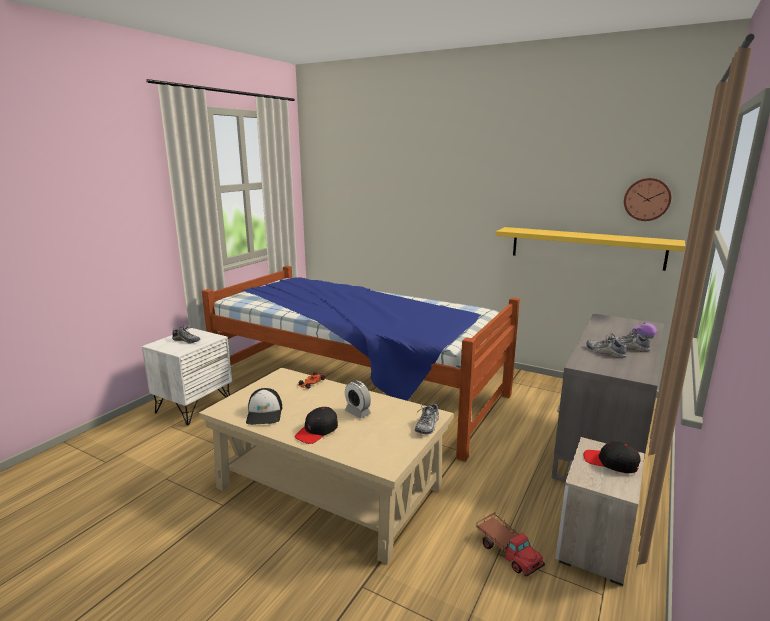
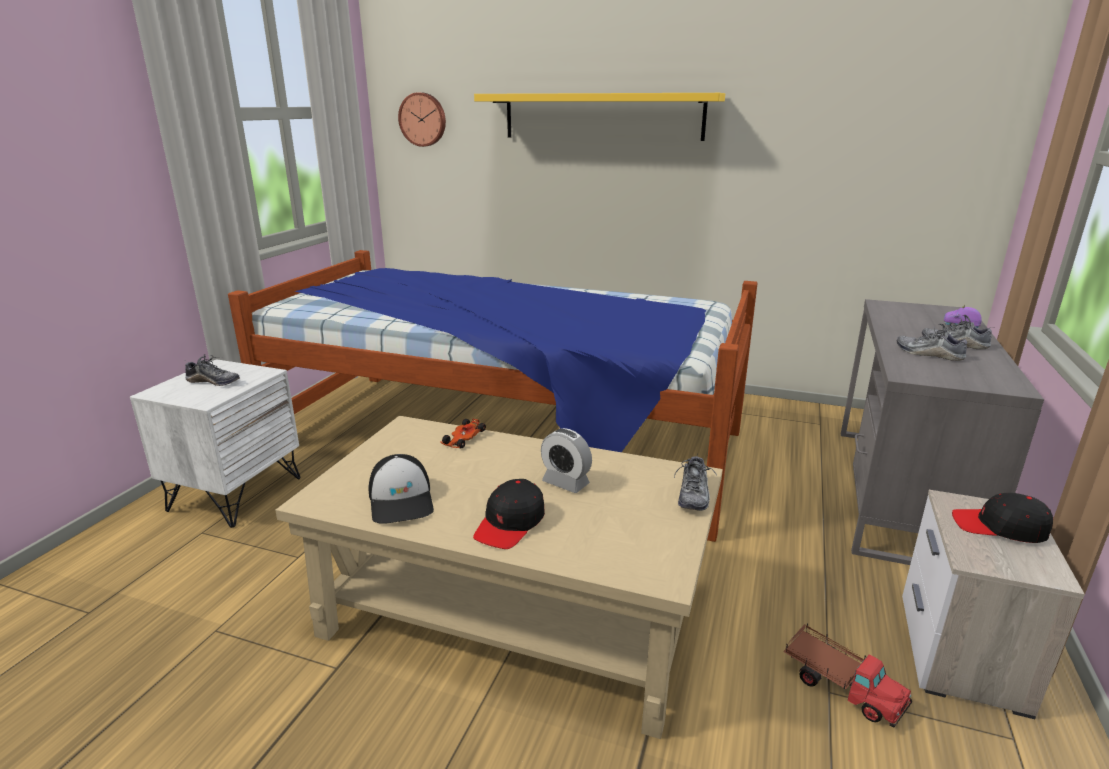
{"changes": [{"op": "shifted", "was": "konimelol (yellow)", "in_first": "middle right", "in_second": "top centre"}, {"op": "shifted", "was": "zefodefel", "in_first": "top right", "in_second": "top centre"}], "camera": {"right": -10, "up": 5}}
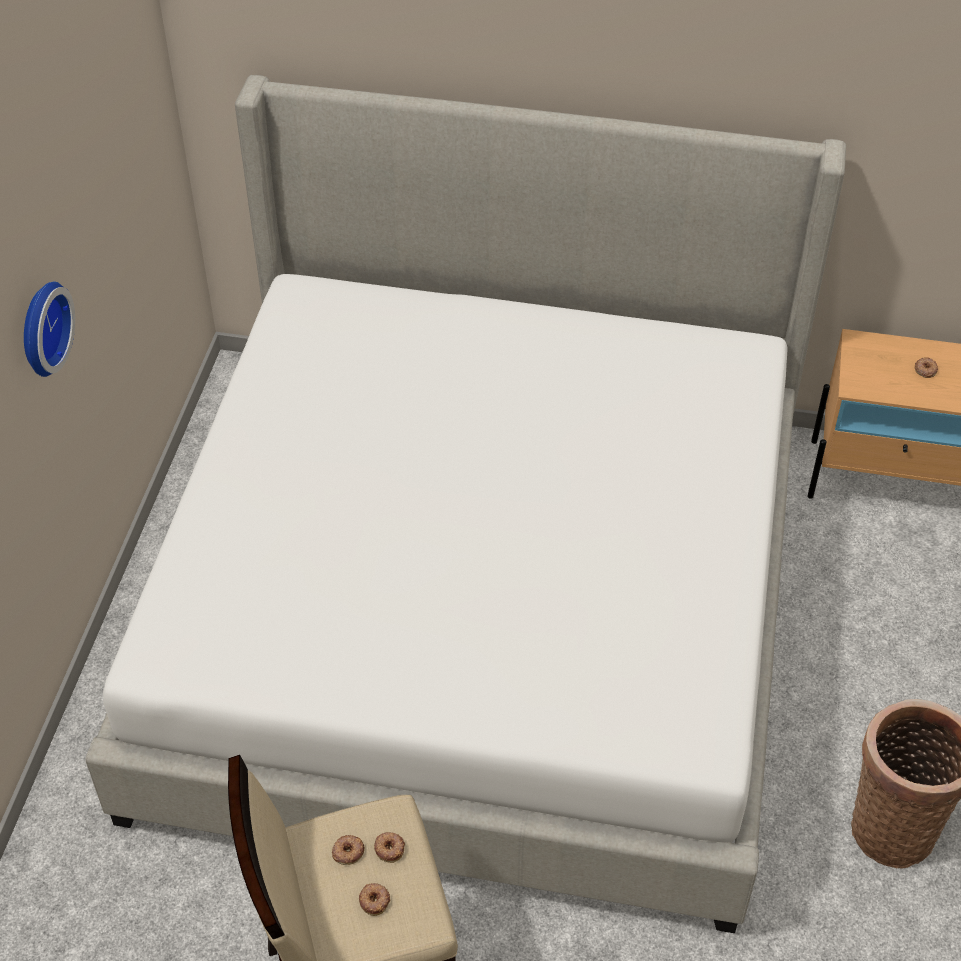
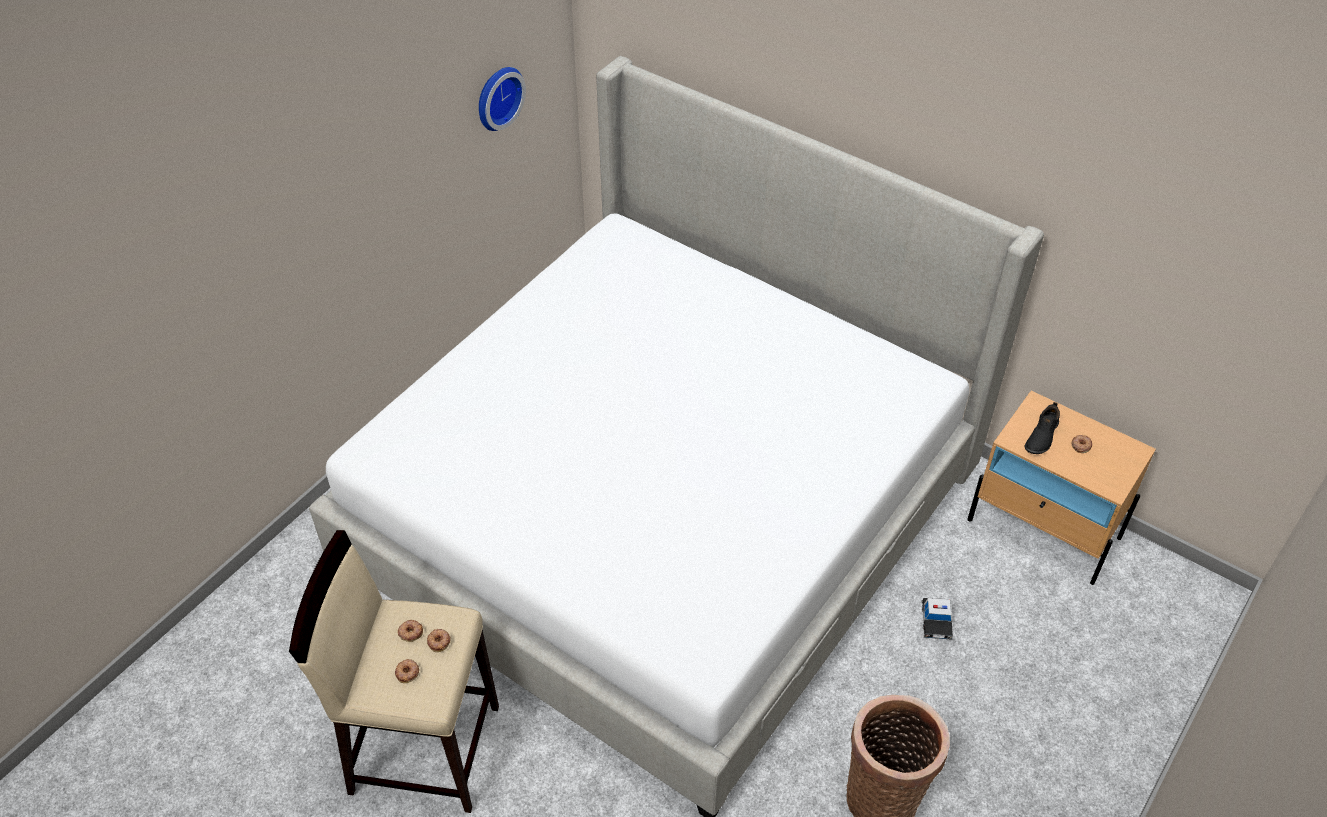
{"changes": [{"op": "new", "now": "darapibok", "in_second": "bottom right"}, {"op": "new", "now": "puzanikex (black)", "in_second": "middle right"}, {"op": "shifted", "was": "zefodefel", "in_first": "middle left", "in_second": "top centre"}], "camera": {"right": 25, "up": 0}}
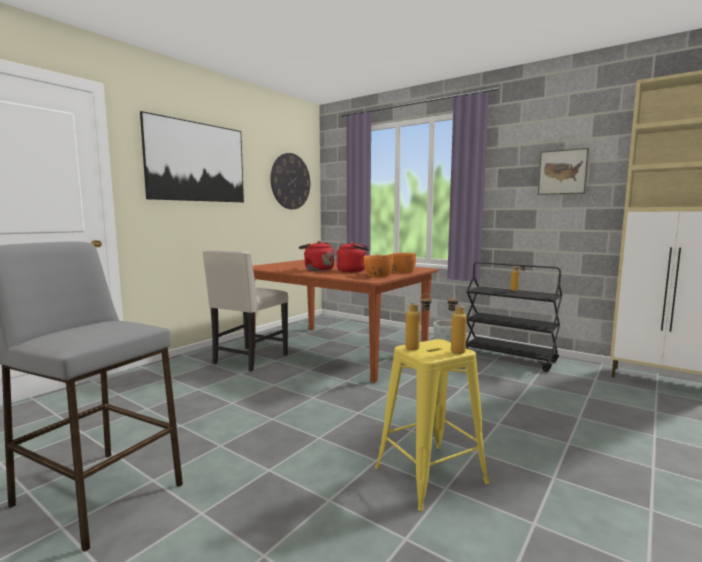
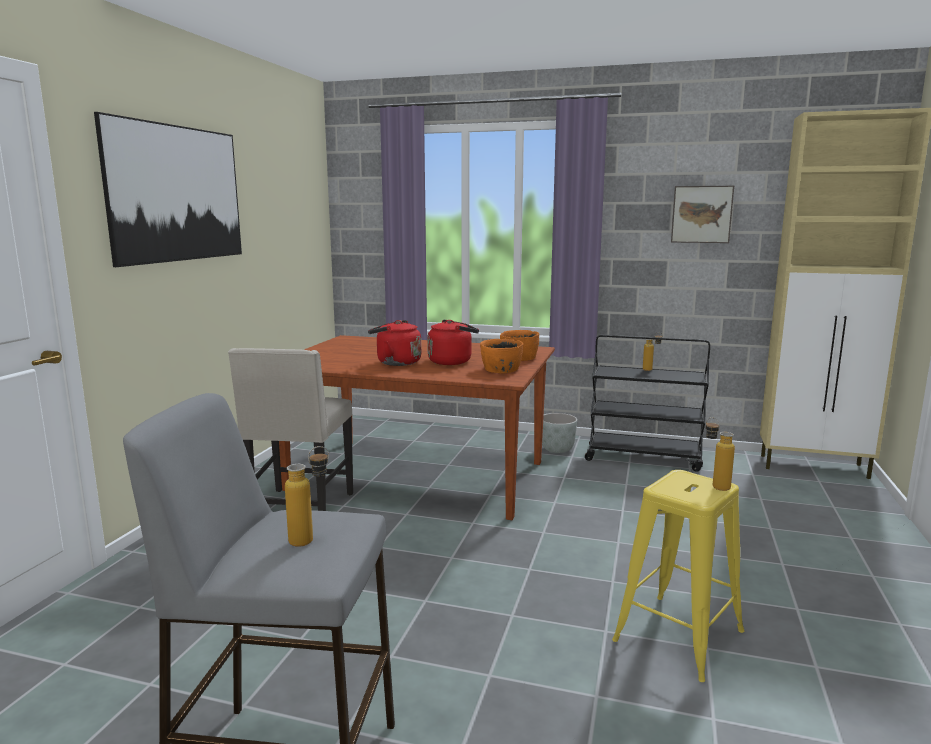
{"changes": [{"op": "gone", "was": "zefodefel", "in_first": "top centre"}, {"op": "shifted", "was": "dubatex (no. 1 from left)", "in_first": "centre", "in_second": "bottom left"}], "camera": {"right": -20, "up": 5}}
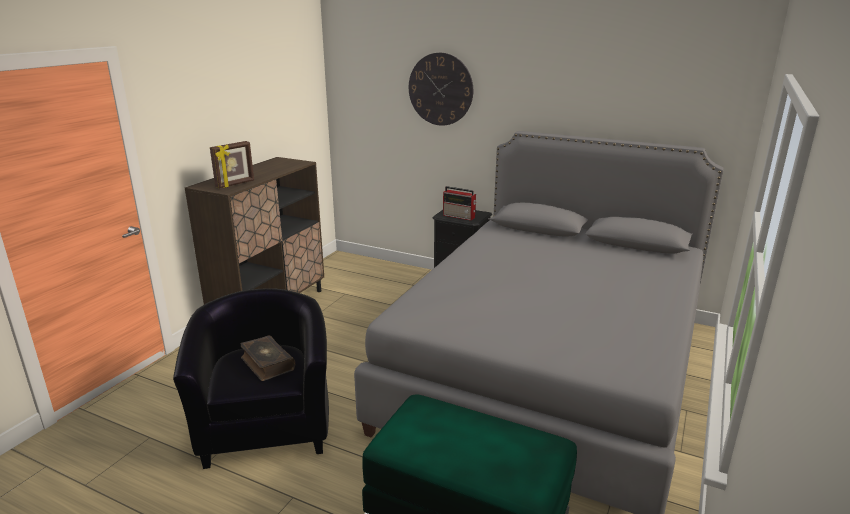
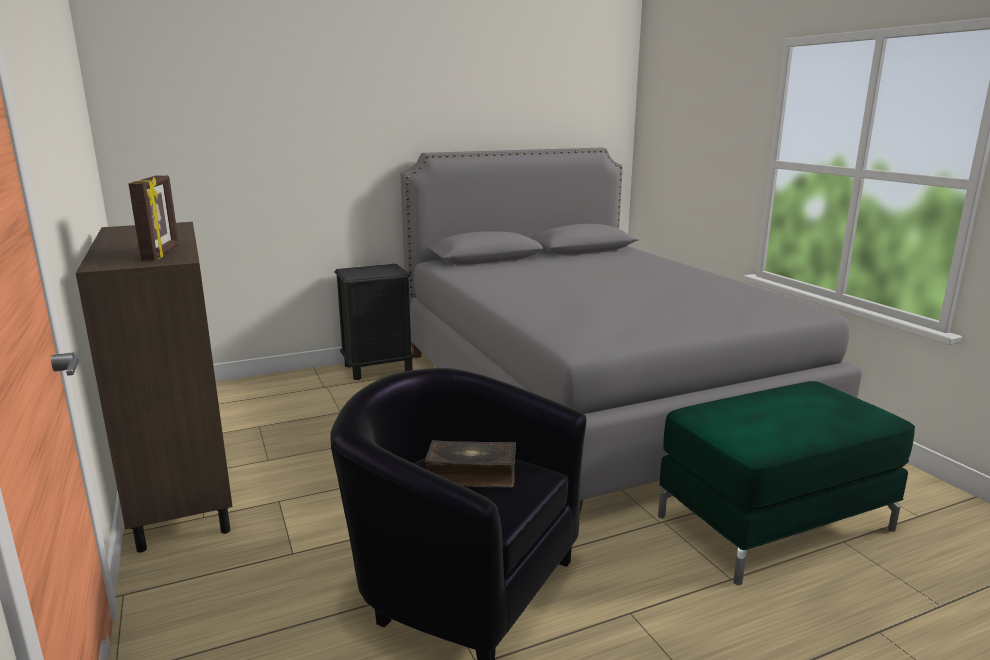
{"changes": [{"op": "gone", "was": "zefodefel", "in_first": "top centre"}, {"op": "gone", "was": "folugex", "in_first": "centre"}], "camera": {"right": -50, "up": -5}}
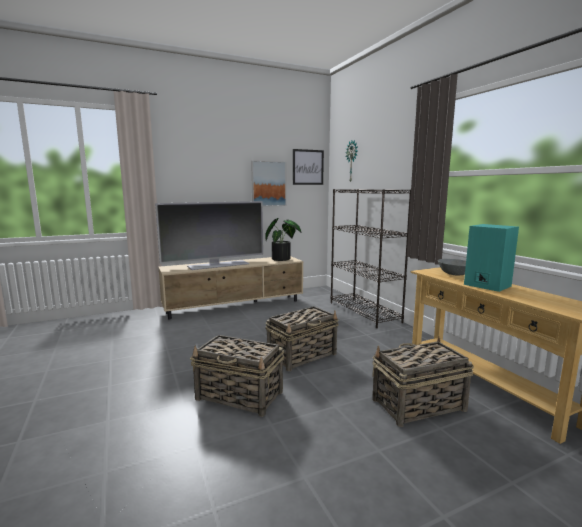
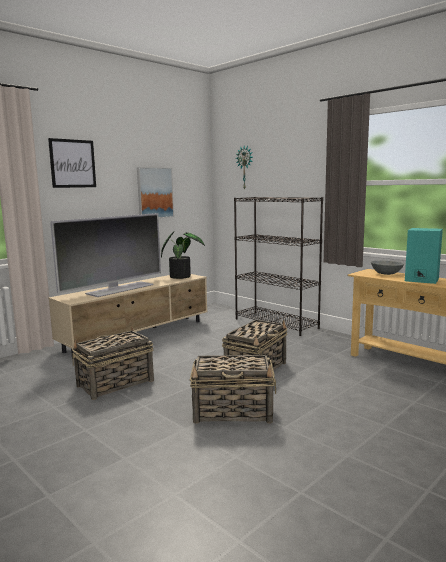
{"changes": [{"op": "shifted", "was": "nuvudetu (no. 2 from left in the first image)", "now": "nuvudetu (no. 1 from left)", "in_first": "top centre", "in_second": "top left"}, {"op": "shifted", "was": "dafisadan (no. 3 from left in the first image)", "now": "dafisadan (no. 1 from left)", "in_first": "bottom right", "in_second": "middle left"}], "camera": {"right": -20, "up": 0}}
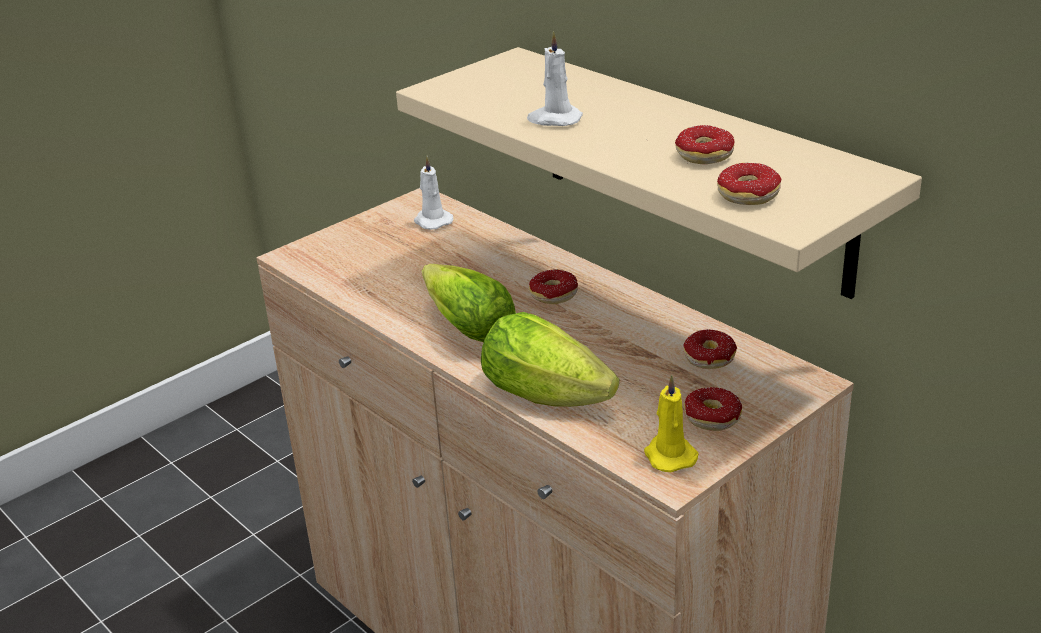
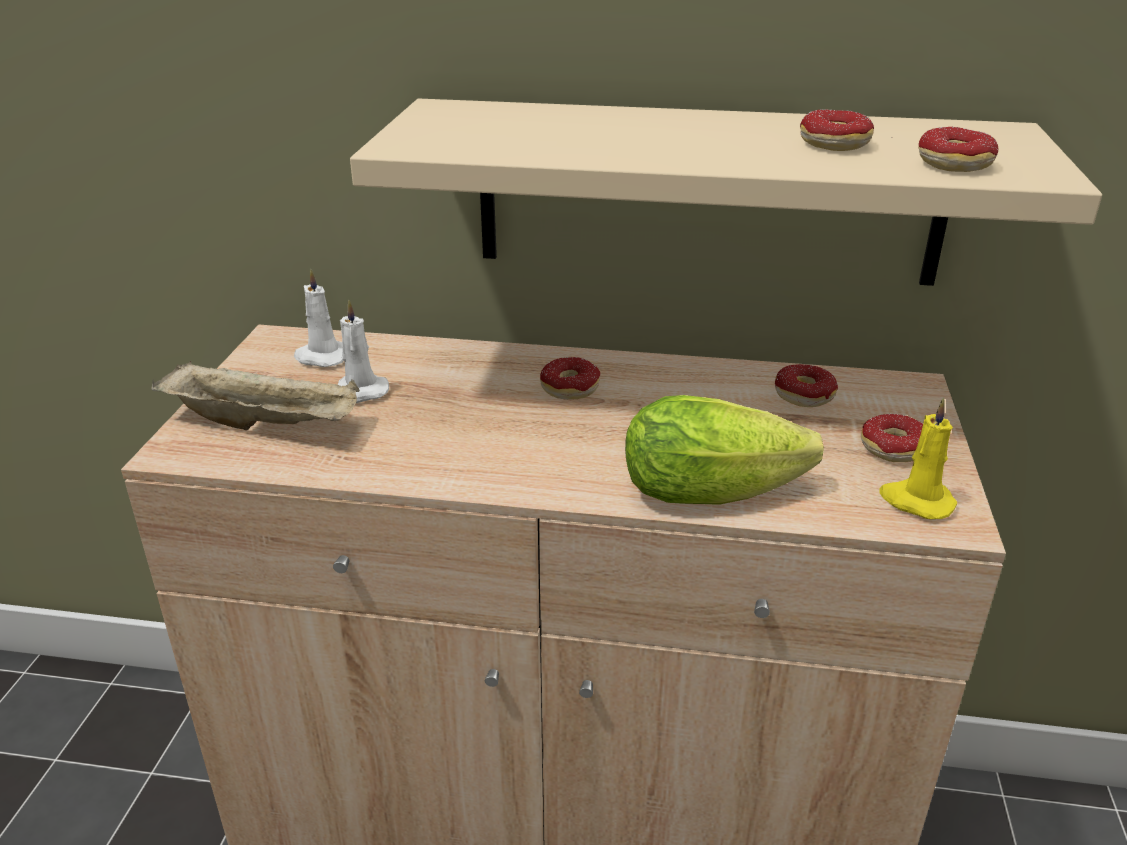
{"changes": [{"op": "gone", "was": "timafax (no. 1 from left)", "in_first": "centre"}, {"op": "new", "now": "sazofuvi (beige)", "in_second": "middle left"}, {"op": "shifted", "was": "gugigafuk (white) (no. 2 from left)", "in_first": "top centre", "in_second": "middle left"}], "camera": {"right": -40, "up": 0}}
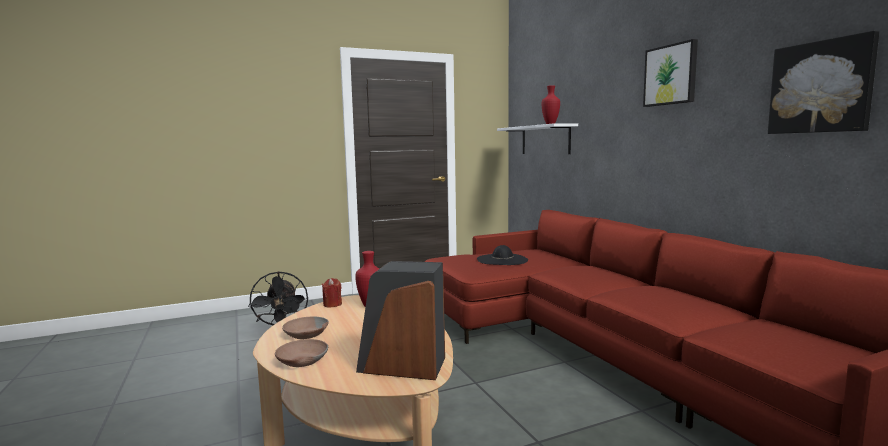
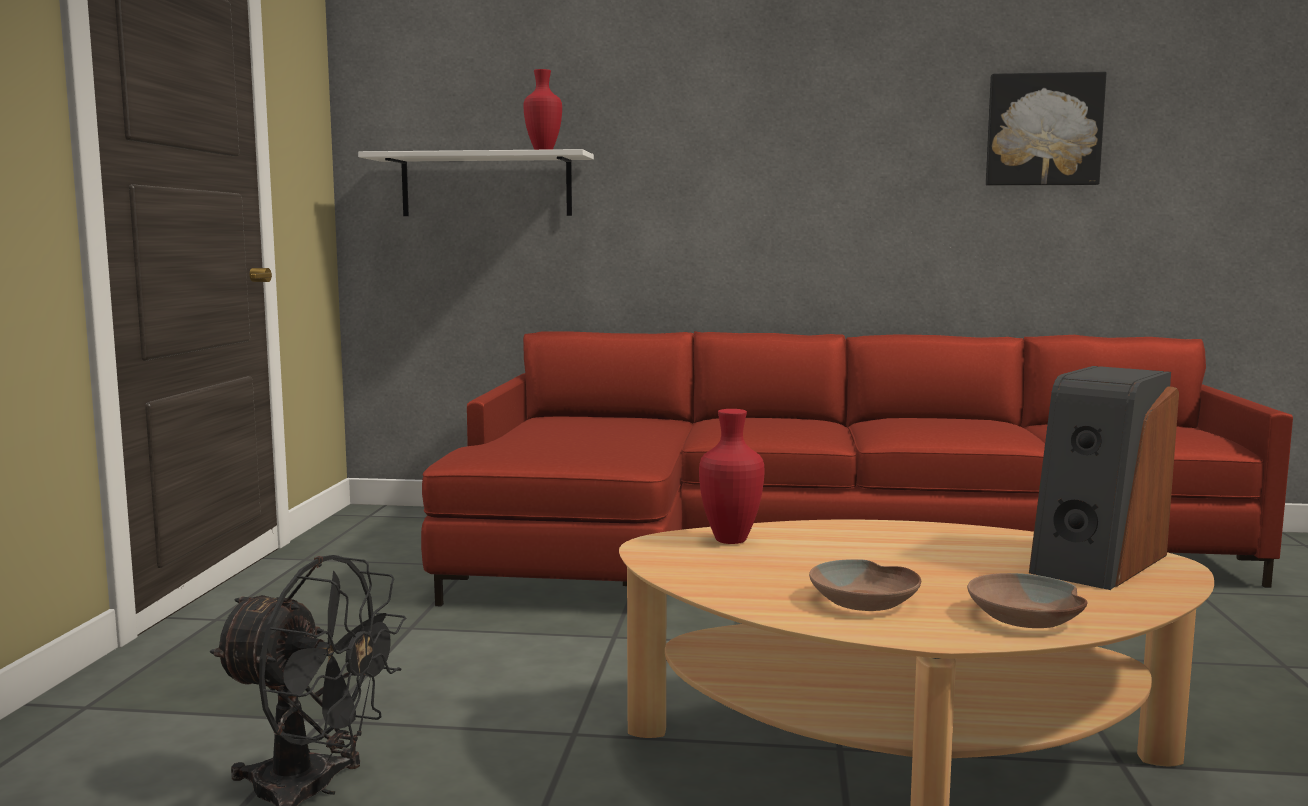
{"changes": [{"op": "gone", "was": "gugigafuk (red)", "in_first": "centre"}, {"op": "gone", "was": "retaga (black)", "in_first": "centre"}, {"op": "gone", "was": "nuvudetu (no. 1 from left)", "in_first": "top right"}], "camera": {"right": -60, "up": 0}}
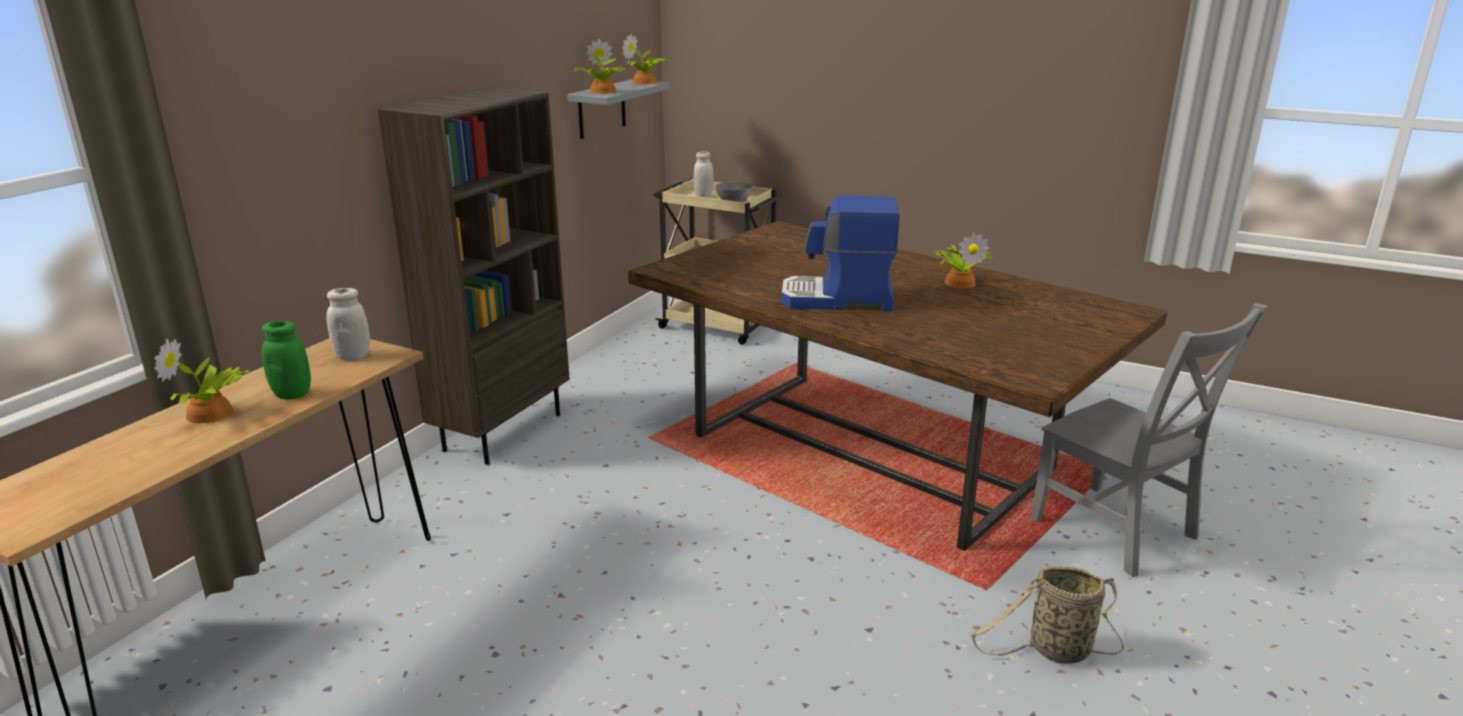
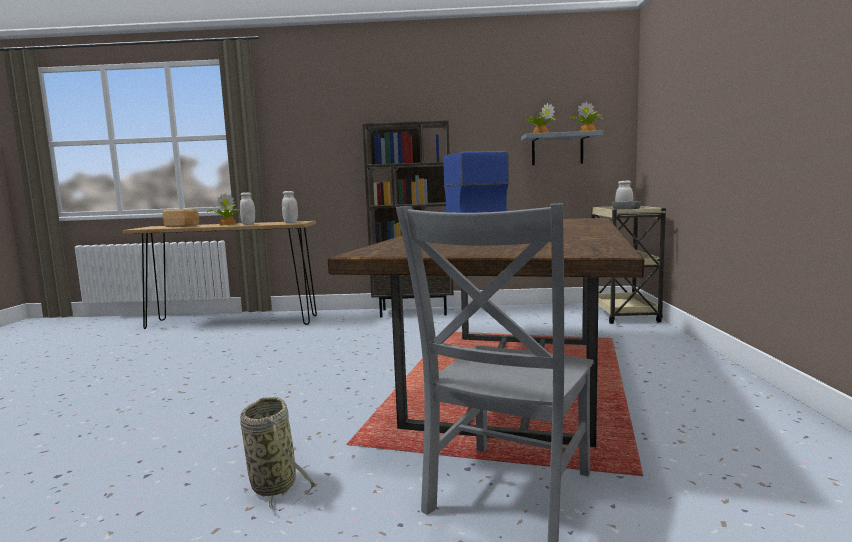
{"changes": [{"op": "gone", "was": "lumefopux (no. 4 from left)", "in_first": "centre"}, {"op": "new", "now": "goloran", "in_second": "middle left"}, {"op": "repainted", "was": "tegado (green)", "now": "tegado (white) (no. 1 from left)", "in_first": "middle left", "in_second": "middle left"}], "camera": {"right": 65, "up": -15}}
